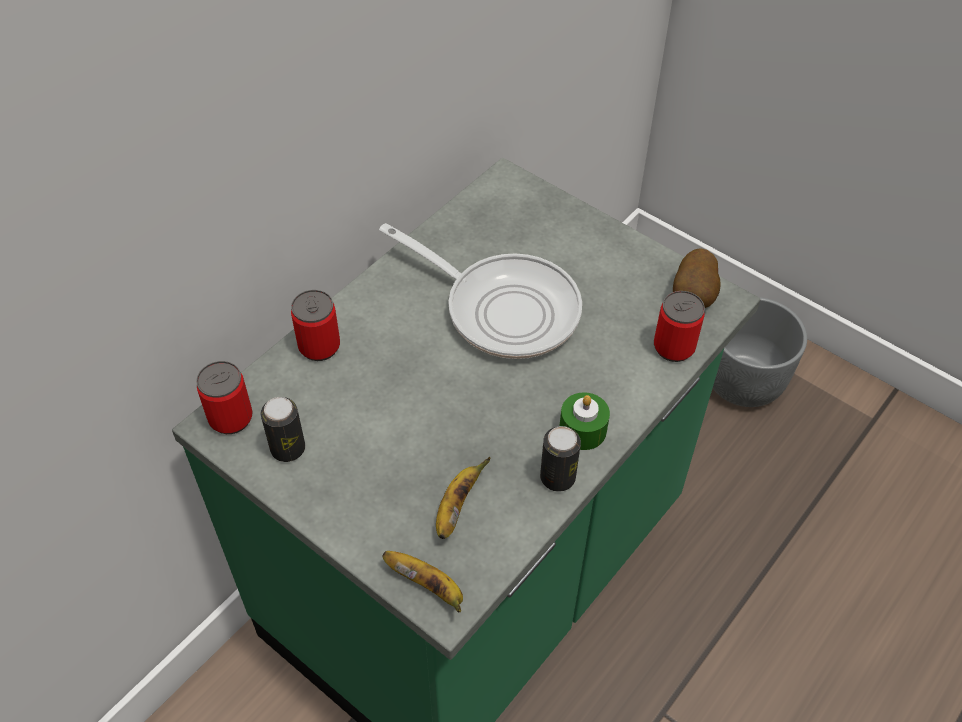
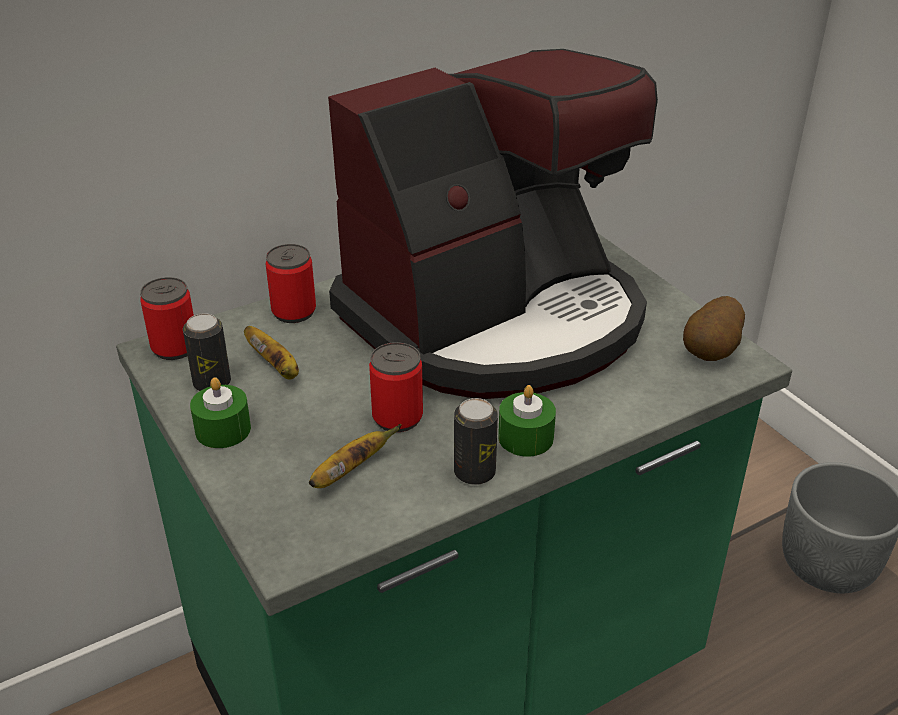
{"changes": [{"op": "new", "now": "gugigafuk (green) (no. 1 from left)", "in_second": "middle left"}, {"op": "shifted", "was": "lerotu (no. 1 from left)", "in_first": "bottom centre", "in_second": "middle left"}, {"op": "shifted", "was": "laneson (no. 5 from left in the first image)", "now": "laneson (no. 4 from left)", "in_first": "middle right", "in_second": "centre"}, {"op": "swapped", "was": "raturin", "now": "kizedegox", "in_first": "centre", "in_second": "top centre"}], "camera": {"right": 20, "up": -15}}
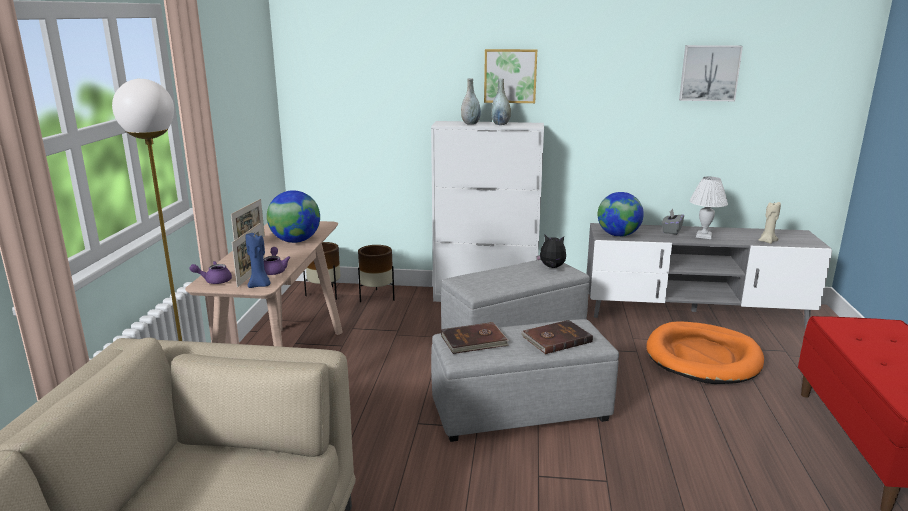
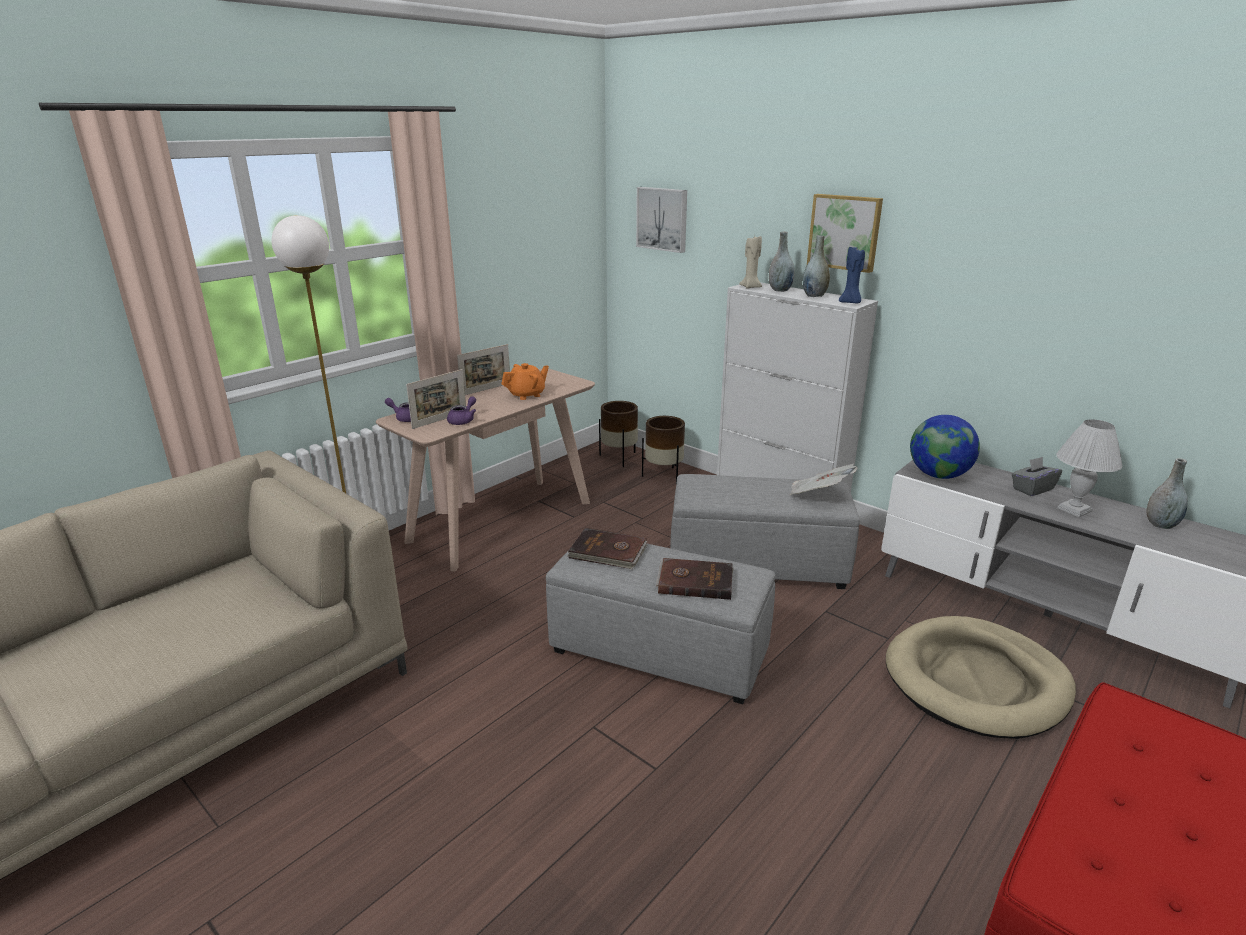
{"changes": [{"op": "new", "now": "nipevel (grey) (no. 3 from left)", "in_second": "middle right"}, {"op": "shifted", "was": "gugigafuk (blue)", "in_first": "middle left", "in_second": "top right"}, {"op": "shifted", "was": "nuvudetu (no. 2 from left in the first image)", "now": "nuvudetu (no. 1 from left)", "in_first": "top right", "in_second": "top centre"}, {"op": "shifted", "was": "gugigafuk (beige)", "in_first": "middle right", "in_second": "top centre"}, {"op": "swapped", "was": "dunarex (no. 1 from left)", "now": "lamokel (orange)", "in_first": "middle left", "in_second": "centre"}, {"op": "swapped", "was": "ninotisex", "now": "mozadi", "in_first": "centre", "in_second": "centre"}, {"op": "repainted", "was": "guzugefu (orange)", "now": "guzugefu (beige)", "in_first": "bottom right", "in_second": "bottom right"}], "camera": {"right": 35, "up": 5}}
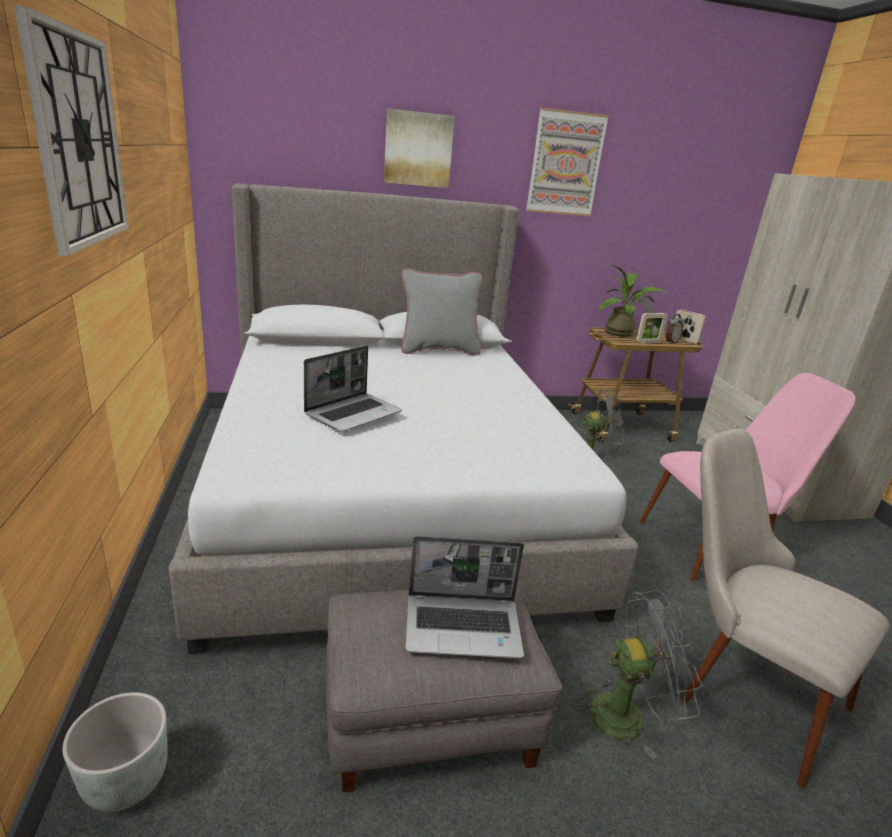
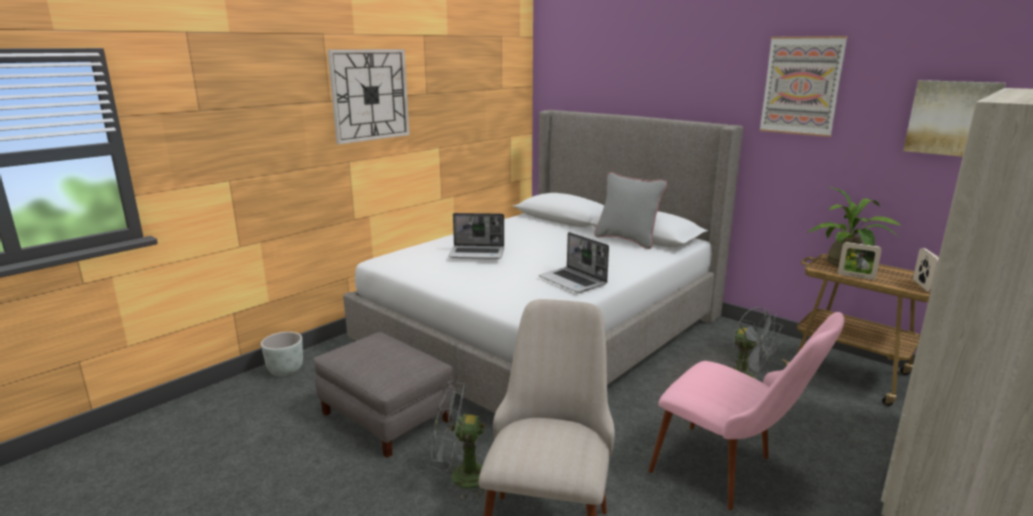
{"changes": [{"op": "gone", "was": "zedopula", "in_first": "middle right"}, {"op": "shifted", "was": "nuvudetu (no. 1 from left in the first image)", "now": "nuvudetu (no. 2 from left)", "in_first": "top centre", "in_second": "top right"}, {"op": "shifted", "was": "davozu (no. 2 from left)", "in_first": "bottom centre", "in_second": "centre"}, {"op": "rotated", "was": "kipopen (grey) (no. 2 from left in the first image)", "in_first": "bottom right", "in_second": "bottom centre", "clockwise": 135}], "camera": {"right": 55, "up": -5}}
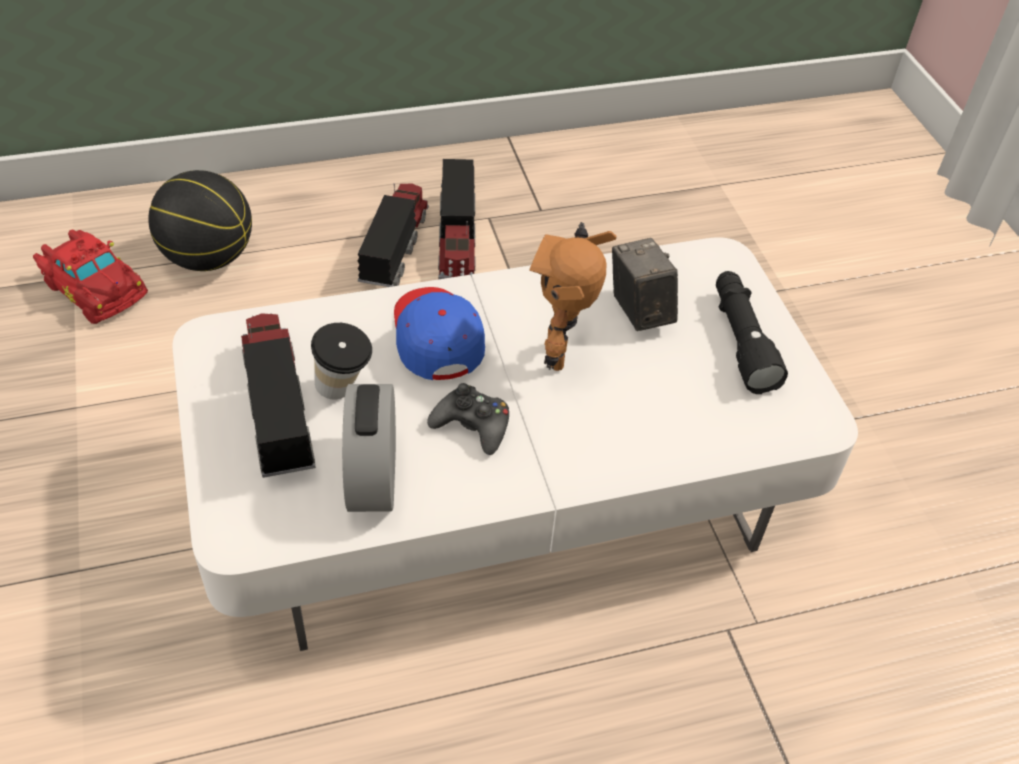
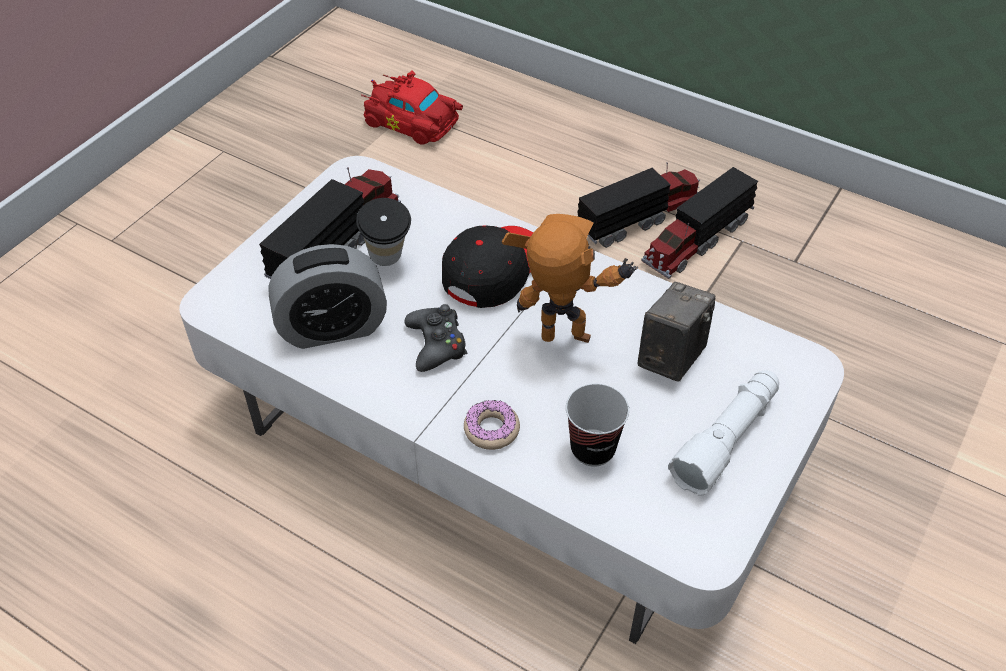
{"changes": [{"op": "gone", "was": "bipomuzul", "in_first": "top left"}, {"op": "new", "now": "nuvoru", "in_second": "centre"}, {"op": "new", "now": "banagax (no. 2 from left)", "in_second": "centre"}, {"op": "repainted", "was": "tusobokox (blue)", "now": "tusobokox (black)", "in_first": "centre", "in_second": "centre"}, {"op": "repainted", "was": "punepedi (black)", "now": "punepedi (white)", "in_first": "middle right", "in_second": "middle right"}, {"op": "rotated", "was": "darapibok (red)", "in_first": "middle left", "in_second": "top centre", "clockwise": 120}, {"op": "rotated", "was": "zedopula", "in_first": "centre", "in_second": "middle left", "clockwise": -150}, {"op": "rotated", "was": "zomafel", "in_first": "centre", "in_second": "centre", "clockwise": 45}], "camera": {"right": 50, "up": 0}}
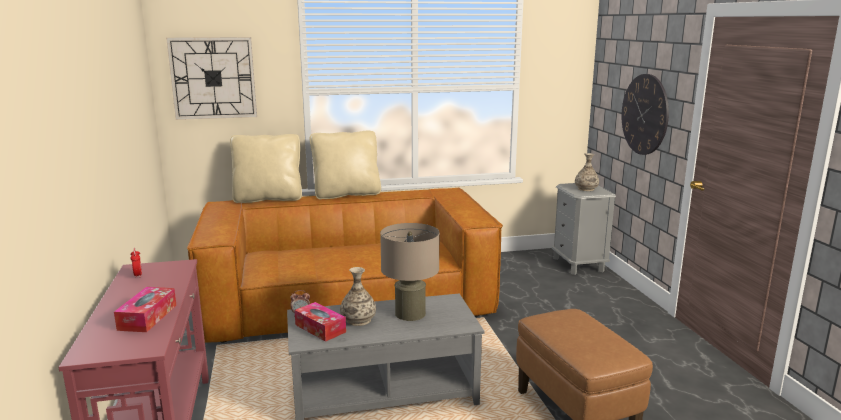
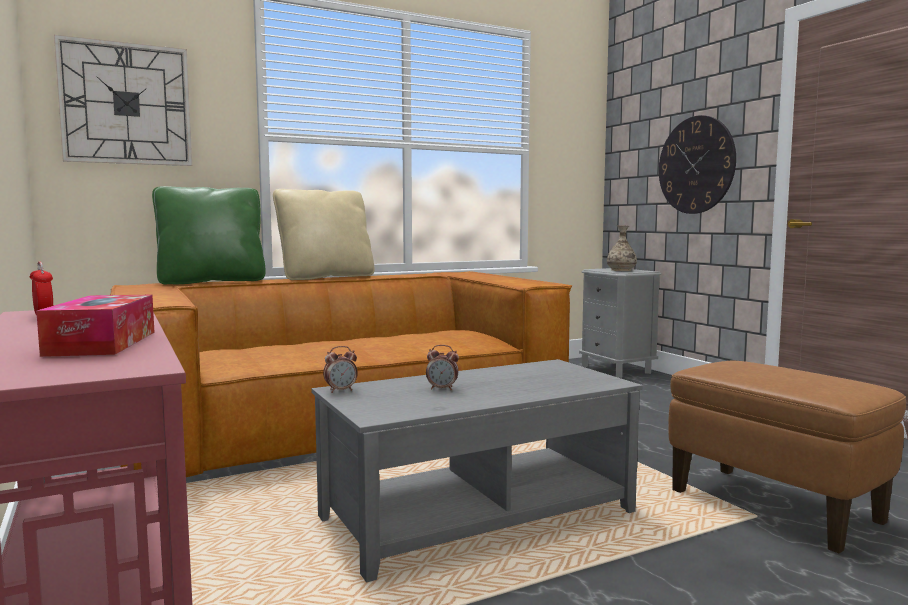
{"changes": [{"op": "gone", "was": "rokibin (no. 2 from left)", "in_first": "bottom centre"}, {"op": "gone", "was": "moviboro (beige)", "in_first": "centre"}, {"op": "swapped", "was": "nipevel (no. 1 from left)", "now": "zedopula (no. 3 from left)", "in_first": "bottom centre", "in_second": "centre"}, {"op": "repainted", "was": "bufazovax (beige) (no. 1 from left)", "now": "bufazovax (green)", "in_first": "middle left", "in_second": "middle left"}], "camera": {"right": -15, "up": -10}}
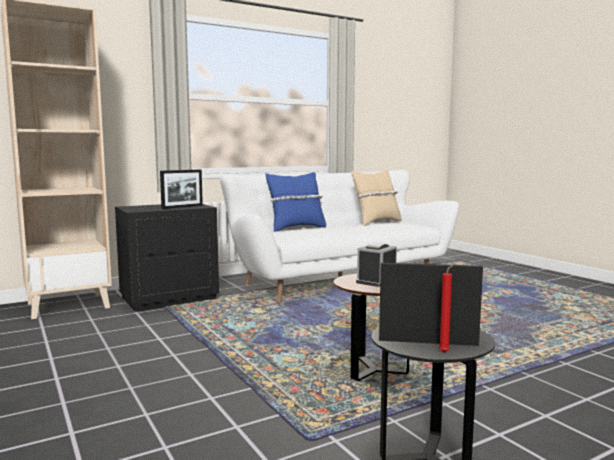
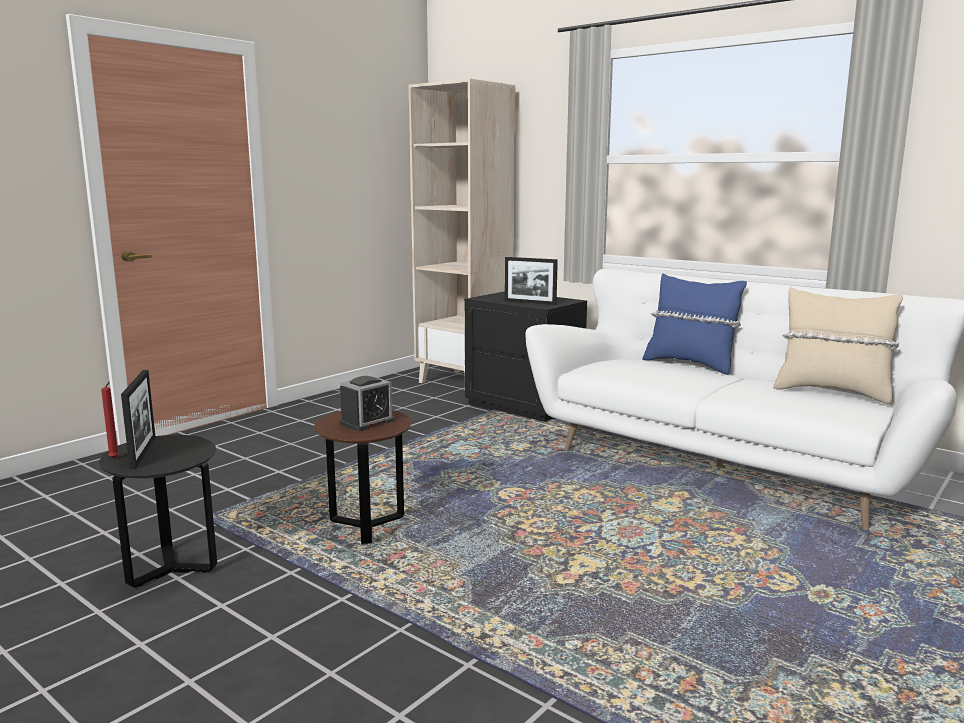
{"changes": [{"op": "rotated", "was": "zedopula", "in_first": "centre", "in_second": "centre", "clockwise": 120}], "camera": {"right": 70, "up": 5}}
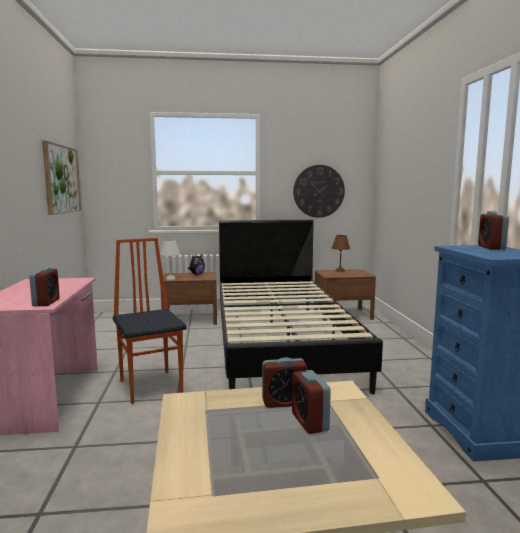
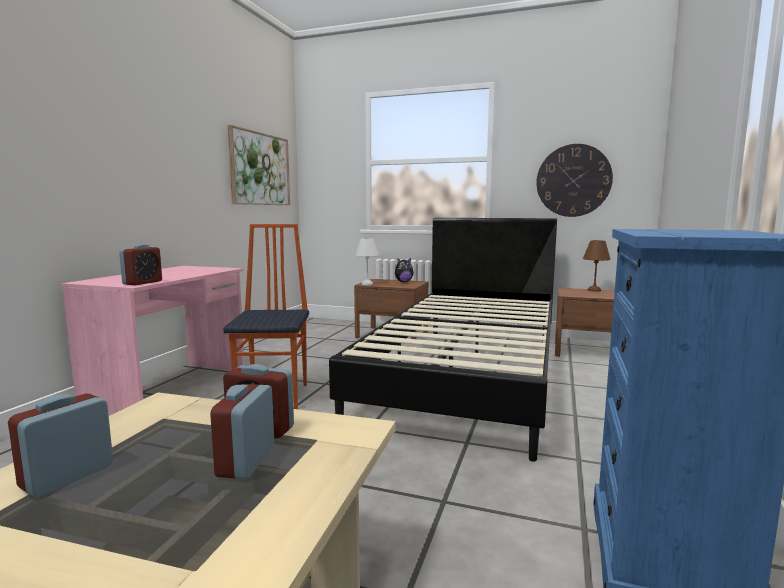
{"changes": [{"op": "shifted", "was": "zedopula (no. 4 from left in the first image)", "now": "zedopula (no. 1 from left)", "in_first": "middle right", "in_second": "bottom left"}], "camera": {"right": 25, "up": 0}}
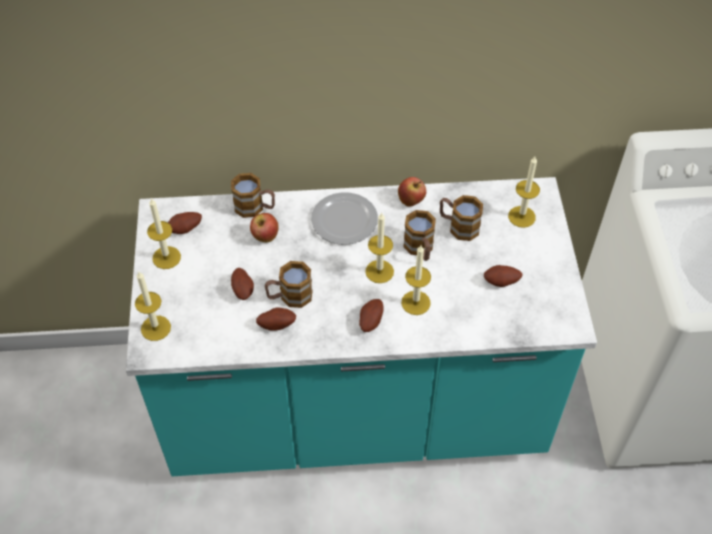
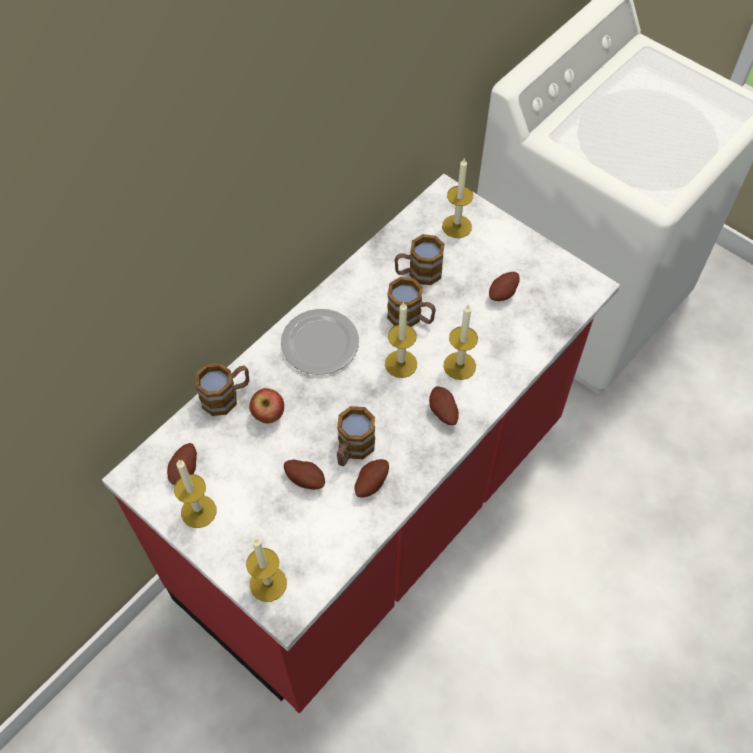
{"changes": [{"op": "gone", "was": "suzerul (no. 2 from left)", "in_first": "centre"}, {"op": "repainted", "was": "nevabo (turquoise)", "now": "nevabo (red)", "in_first": "centre", "in_second": "centre"}], "camera": {"right": -45, "up": 5}}
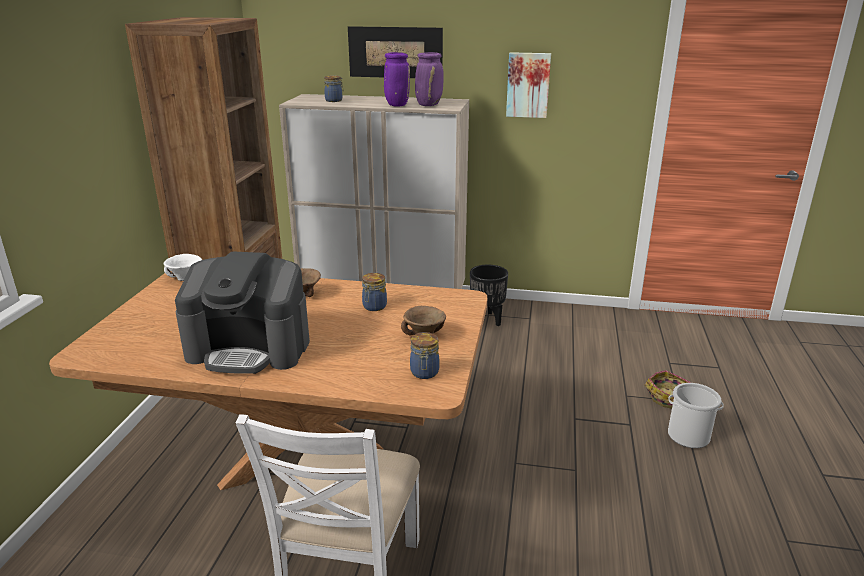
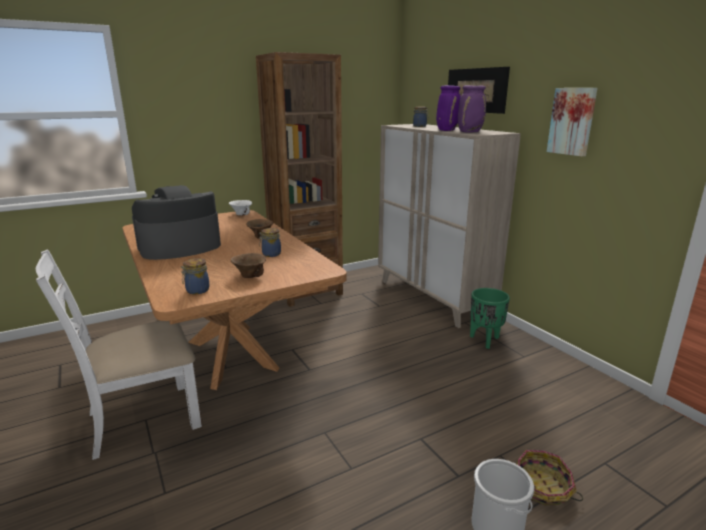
{"changes": [{"op": "repainted", "was": "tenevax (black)", "now": "tenevax (green)", "in_first": "centre", "in_second": "middle right"}, {"op": "rotated", "was": "kizedegox", "in_first": "middle left", "in_second": "middle left", "clockwise": 90}], "camera": {"right": 50, "up": -5}}
